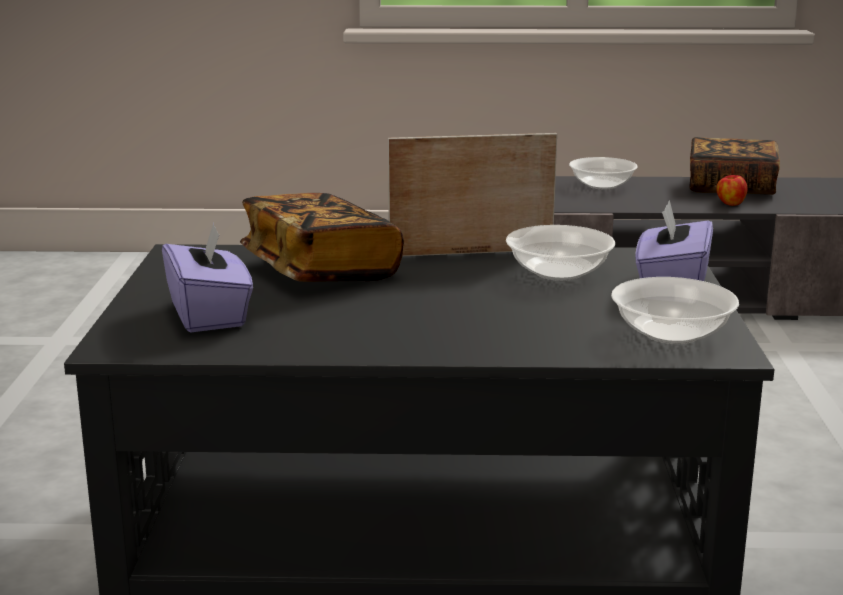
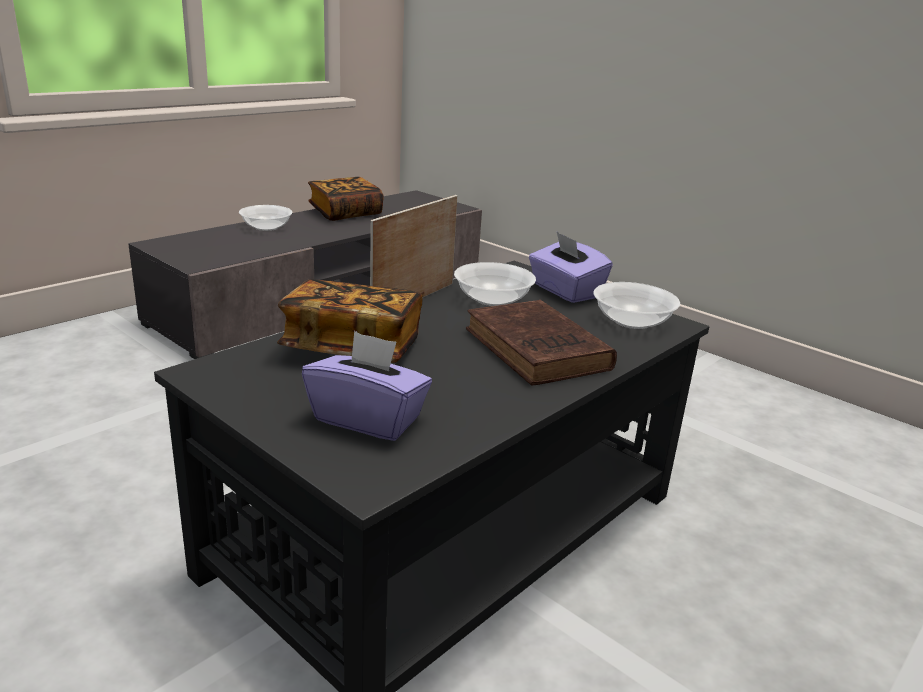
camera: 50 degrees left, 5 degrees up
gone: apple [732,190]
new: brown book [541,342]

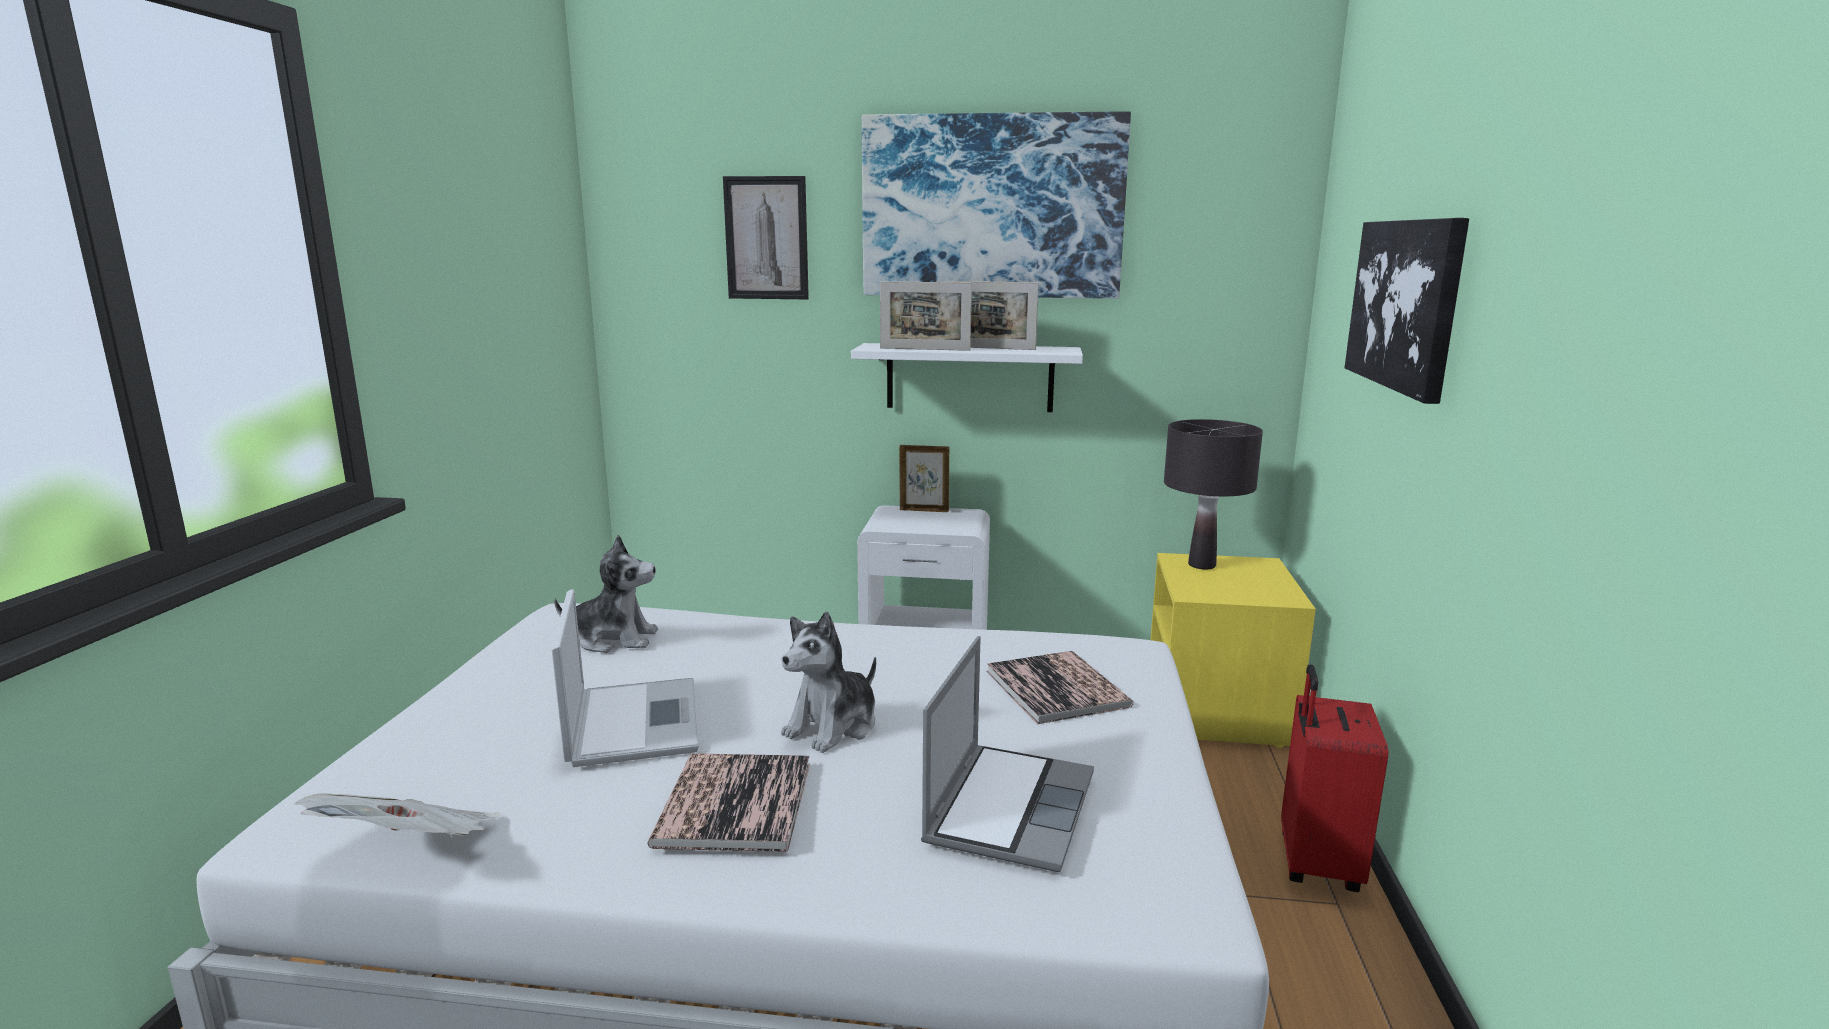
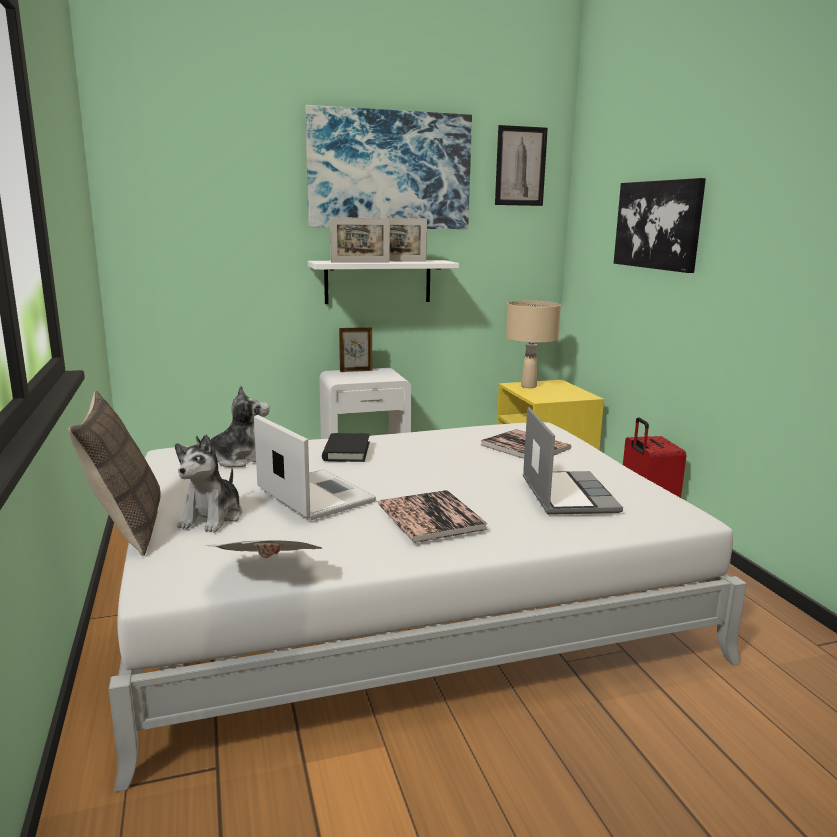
camera: 25 degrees left, 0 degrees up
new: pillow [114,473]; black book [346,447]
shifted: plush toy [828,682] to [208,483]; picture [766,237] to [521,165]
repainted: black table lamp [1213,494] to beige table lamp [533,344]

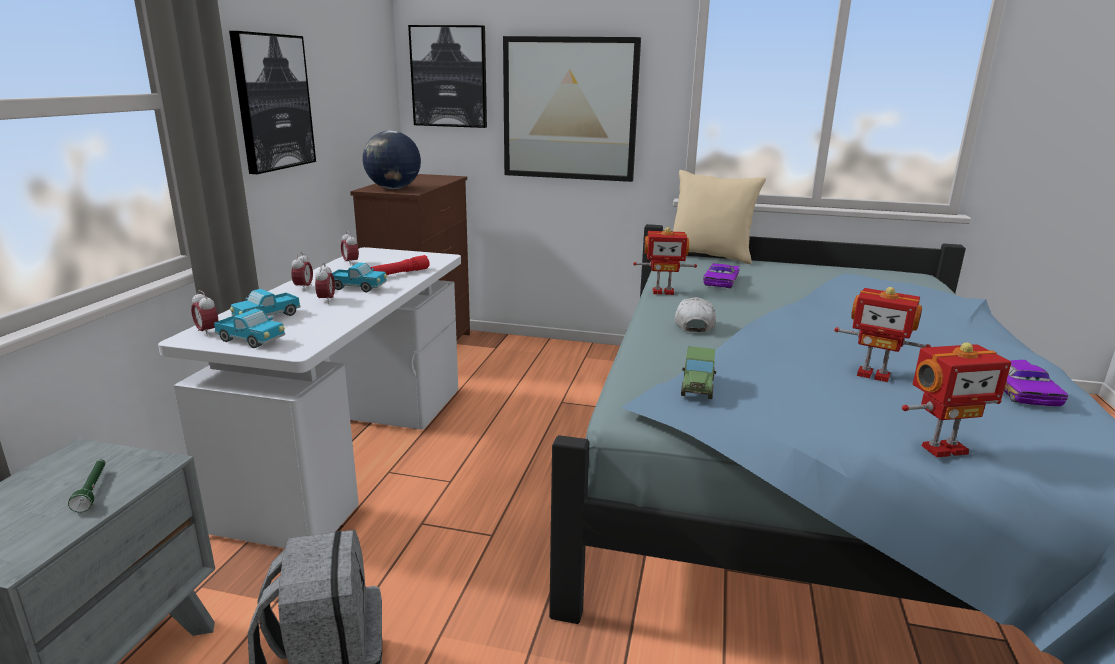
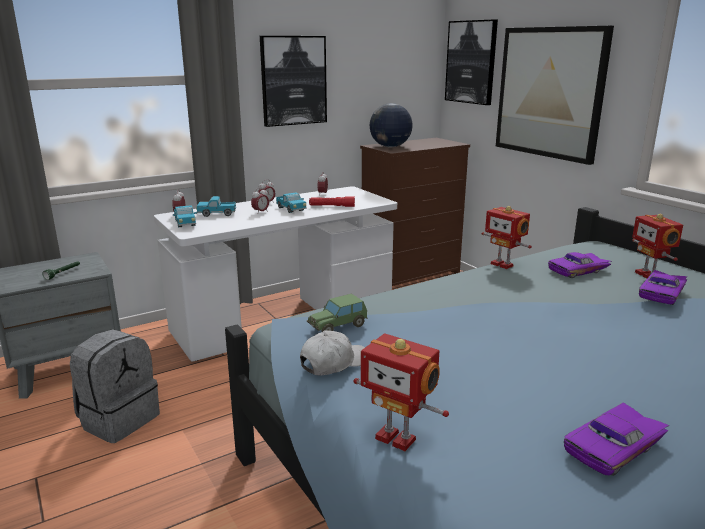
camera: 45 degrees right, 0 degrees up
gone: beige pillow [719,217]
new: purple toy car [663,287]
shifted: white cap [695,314] to [332,353]; toy robot [882,334] to [657,246]

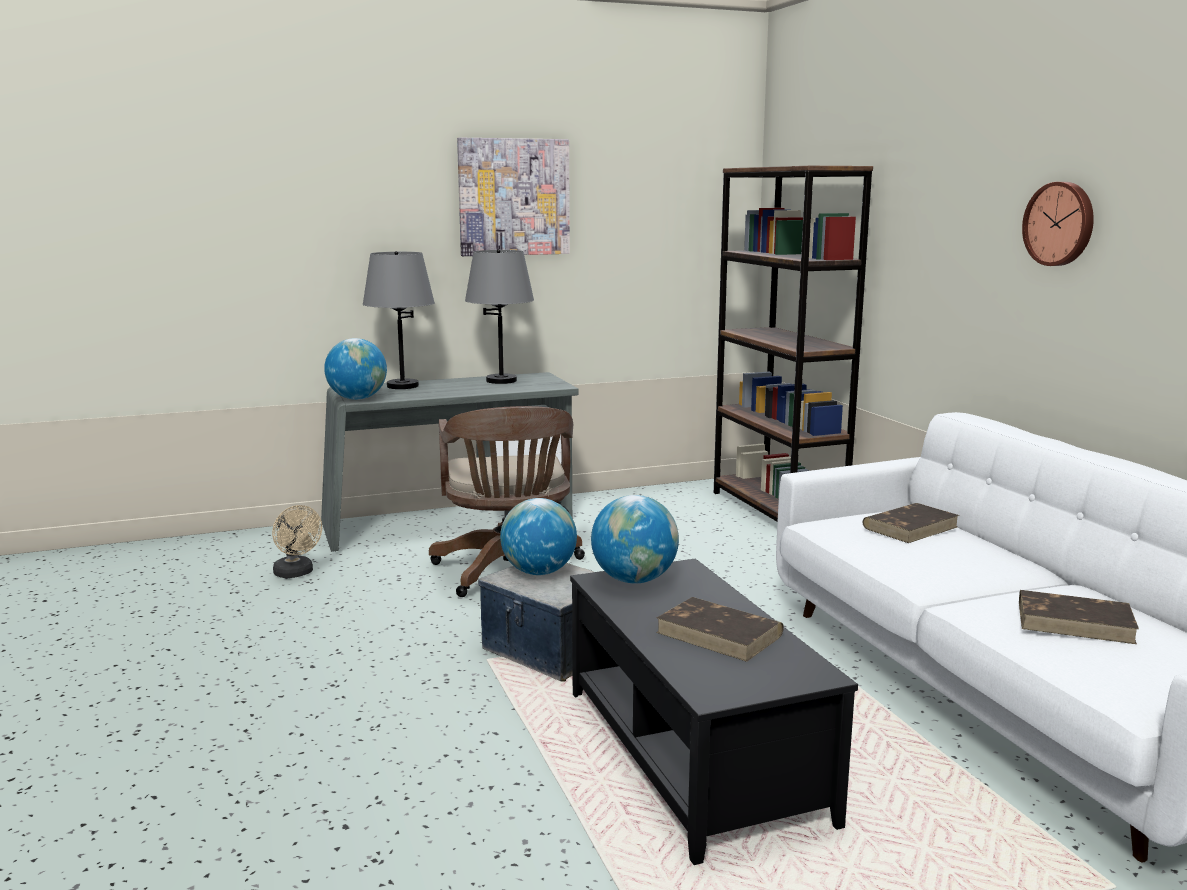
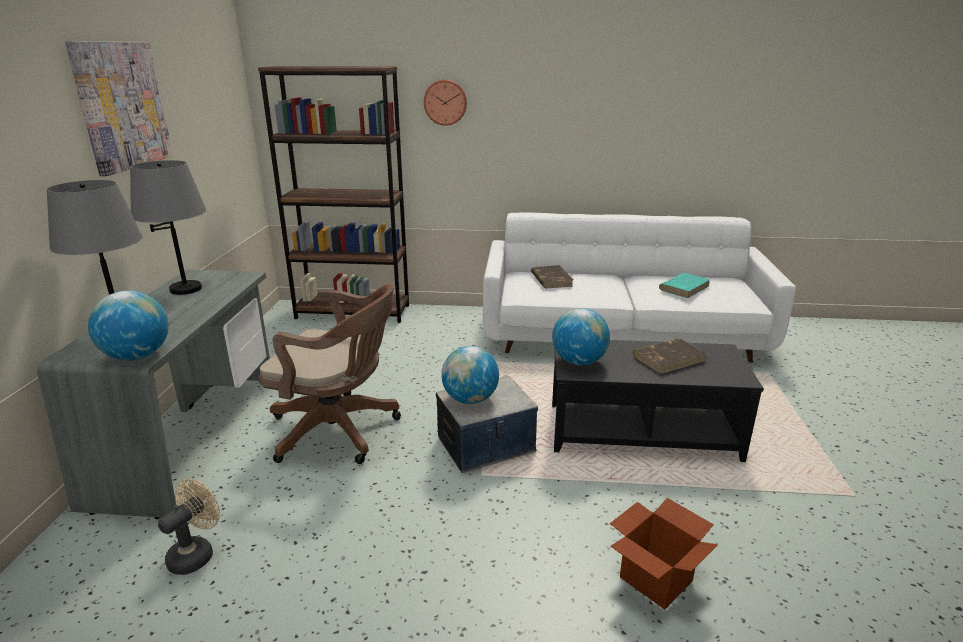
camera: 65 degrees left, 10 degrees up
new: cardboard box [664,554]
shifted: wall clock [1058,224] to [445,103]
repainted: brown book [1079,617] to turquoise book [685,285]
rotated: beige fan [297,541] = [189,527] 45 degrees counterclockwise

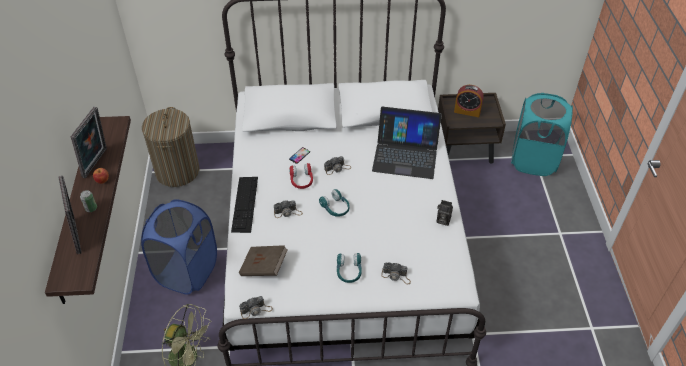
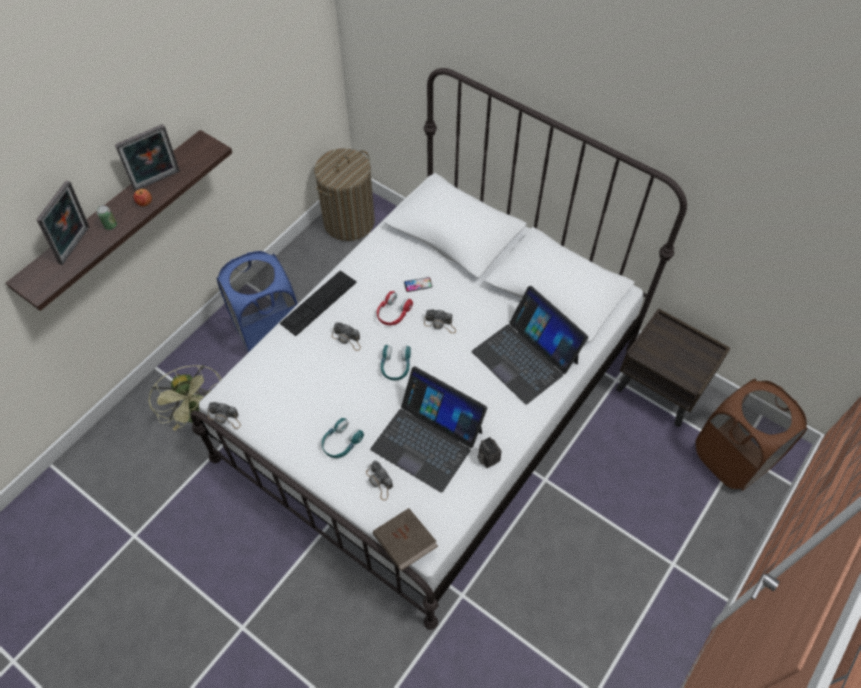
camera: 40 degrees right, 10 degrees up
gone: alarm clock [469,101]
new: laptop [428,429]
shifted: brown book [263,260] to [405,539]
repainted: turquoise laundry basket [542,134] to brown laundry basket [751,435]

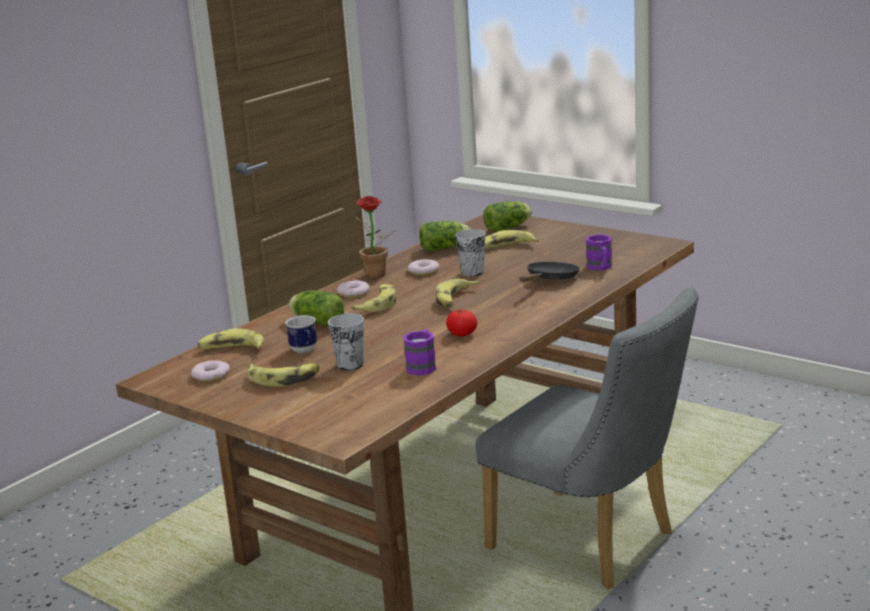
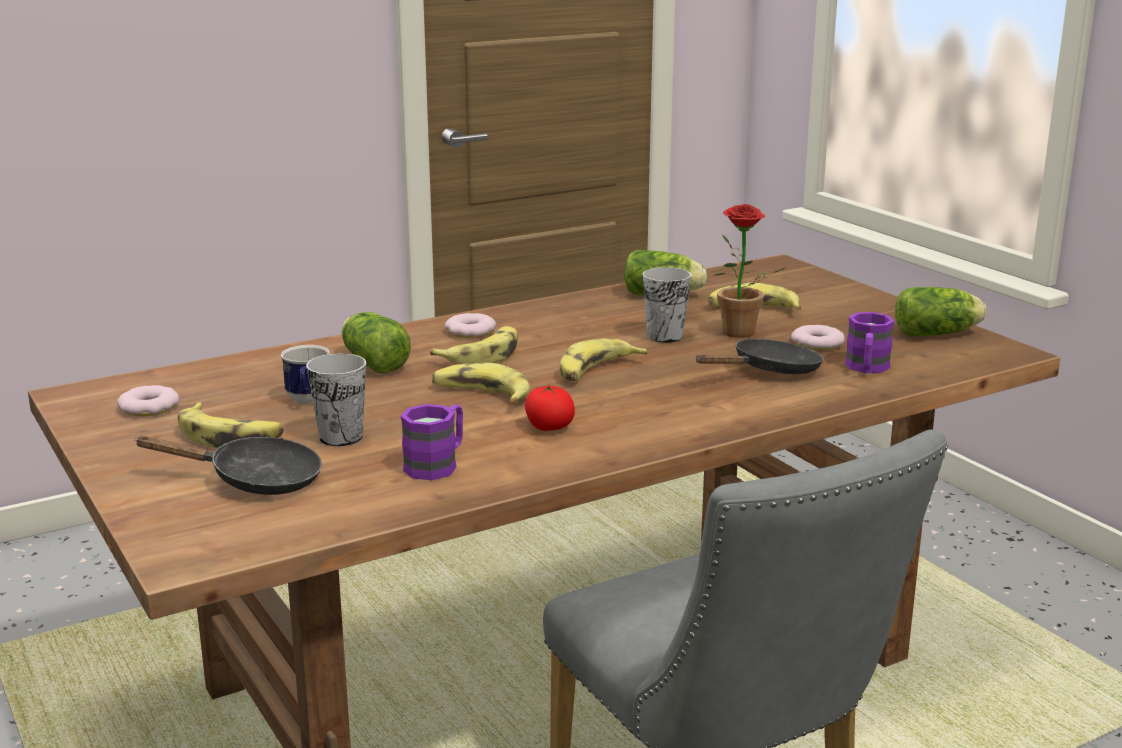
camera: 20 degrees right, 0 degrees up
new: black frying pan [228,465]
shifted: banana [230,338] to [481,383]; potted plant [376,237] to [750,271]; donut [423,267] to [818,338]; lettuce [507,216] to [940,311]

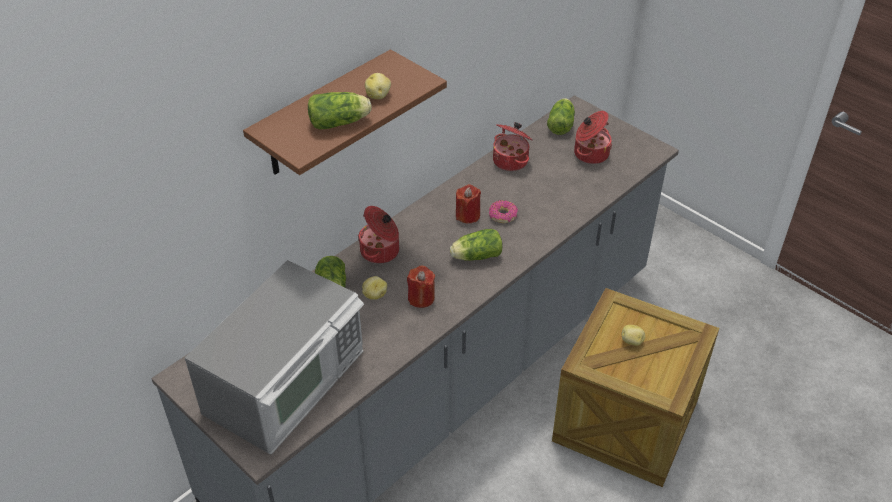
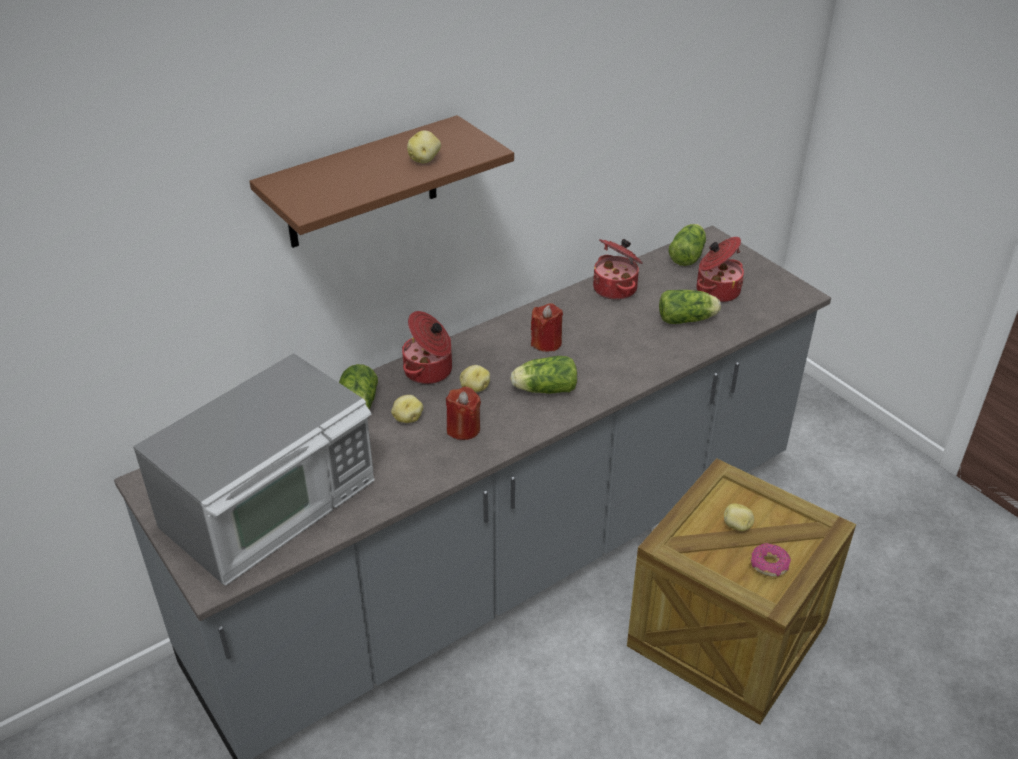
camera: 10 degrees right, 5 degrees down
new: potato [475,378]
shifted: lettuce [339,110] to [690,307]; donut [503,211] to [771,560]

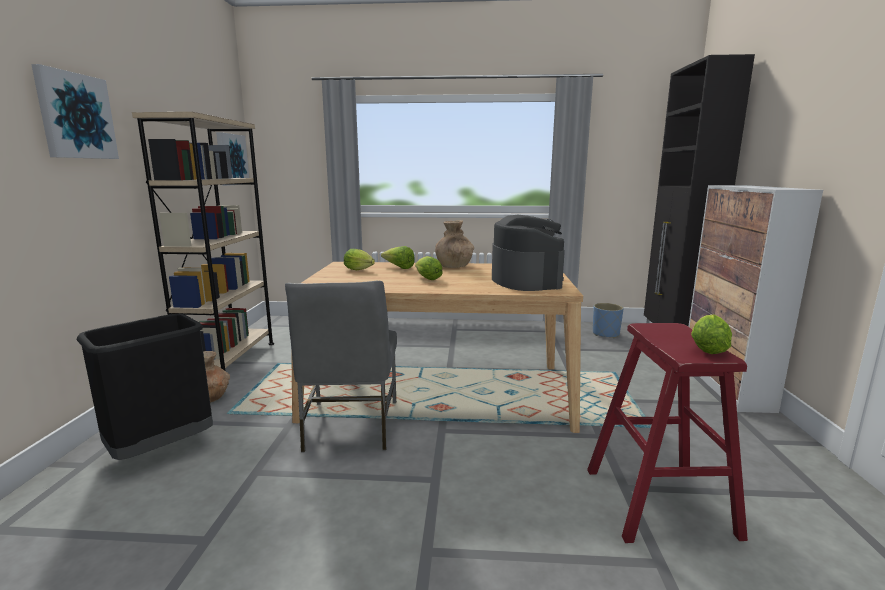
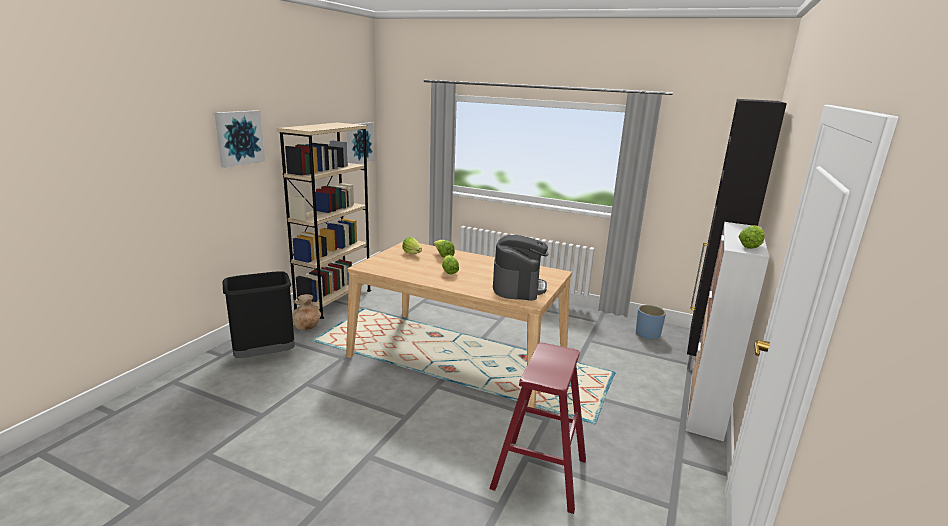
camera: 20 degrees right, 5 degrees up
gone: grey chair [341,366]; brown vase [454,244]
shifted: lettuce [711,334] to [751,237]

